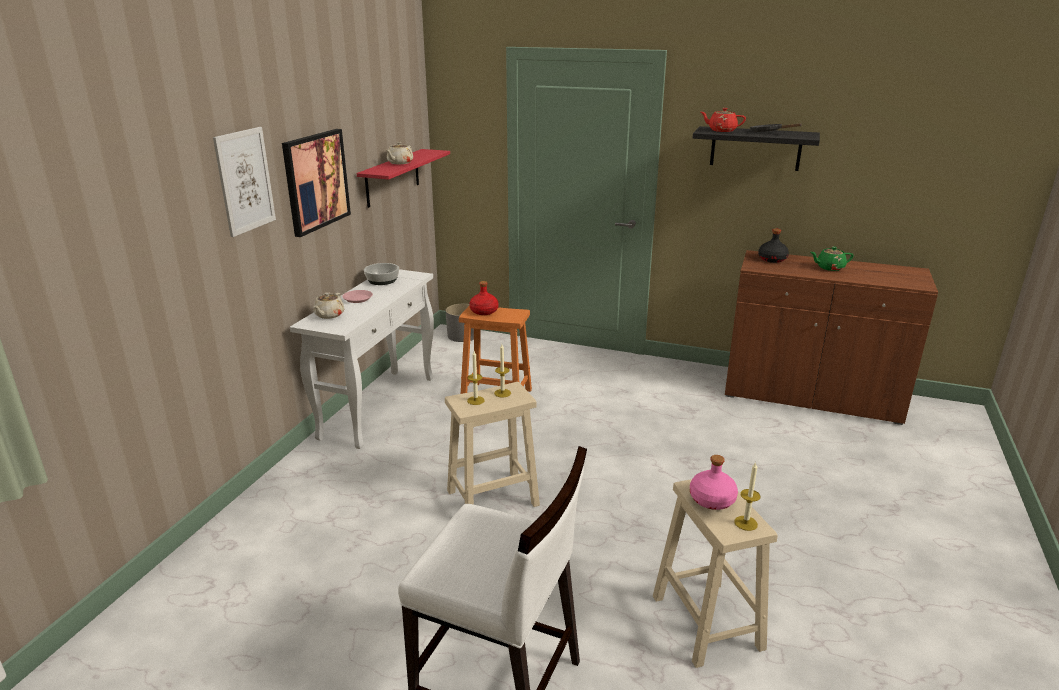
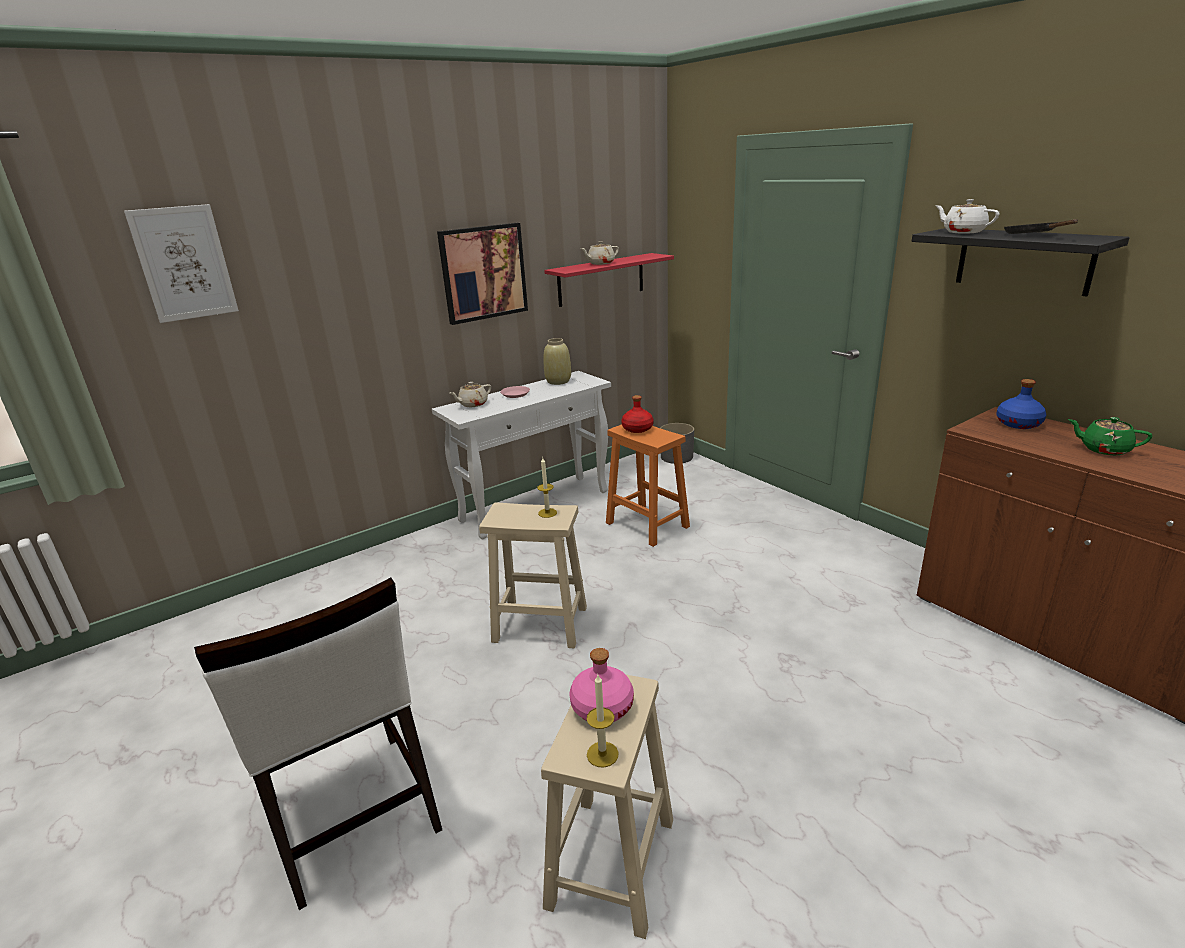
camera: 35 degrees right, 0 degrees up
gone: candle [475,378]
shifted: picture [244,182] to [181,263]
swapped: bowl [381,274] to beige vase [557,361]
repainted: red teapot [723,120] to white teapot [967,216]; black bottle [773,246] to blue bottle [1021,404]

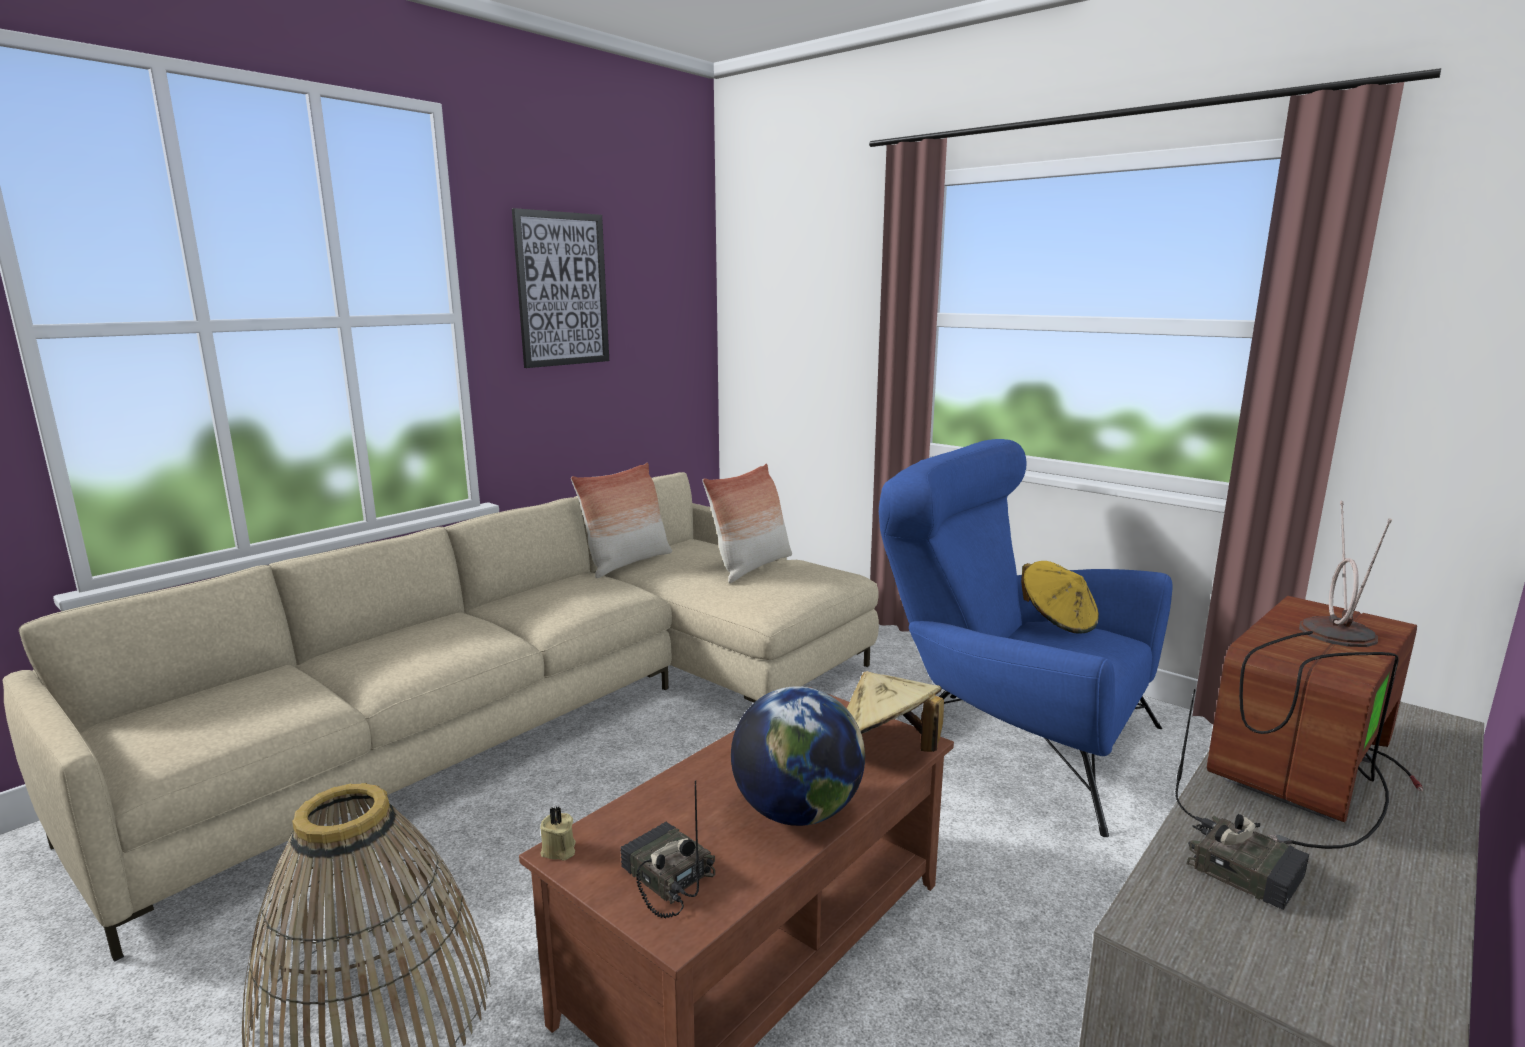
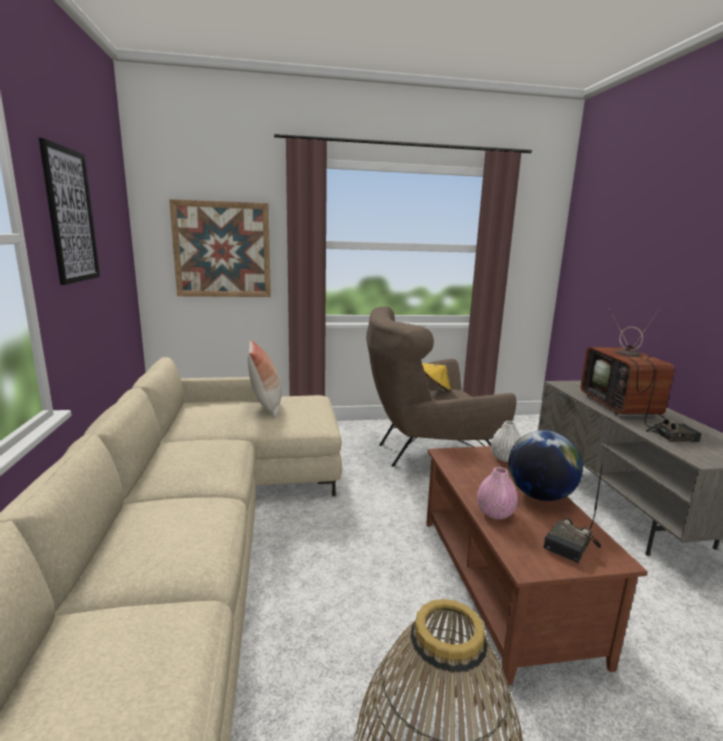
camera: 50 degrees left, 0 degrees up
gone: beige candle [558,833]; pillow [621,520]
new: picture [220,248]; pink vase [497,493]
swapped: beige hat [895,711] to white vase [506,441]
repainted: blue armchair [1025,638] to brown armchair [441,386]
rotated: radio [668,849] = [573,513] 45 degrees counterclockwise

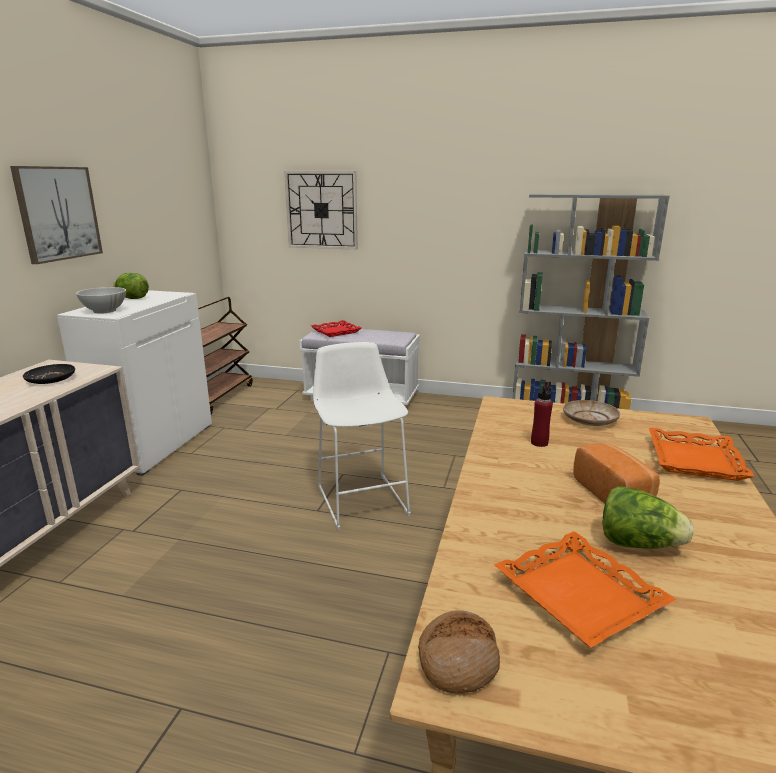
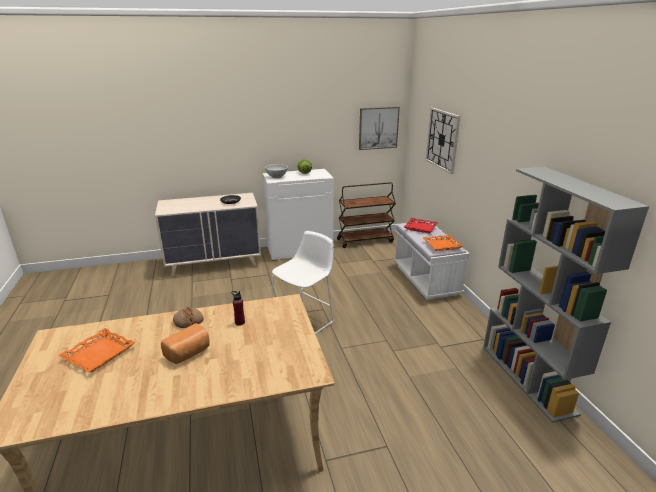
camera: 60 degrees right, 5 degrees up
gone: beige plate [591,413]; lettuce [648,517]
shifted: bread [459,651] to [188,317]; picture [56,215] to [379,128]; orange tray [702,454] to [443,243]

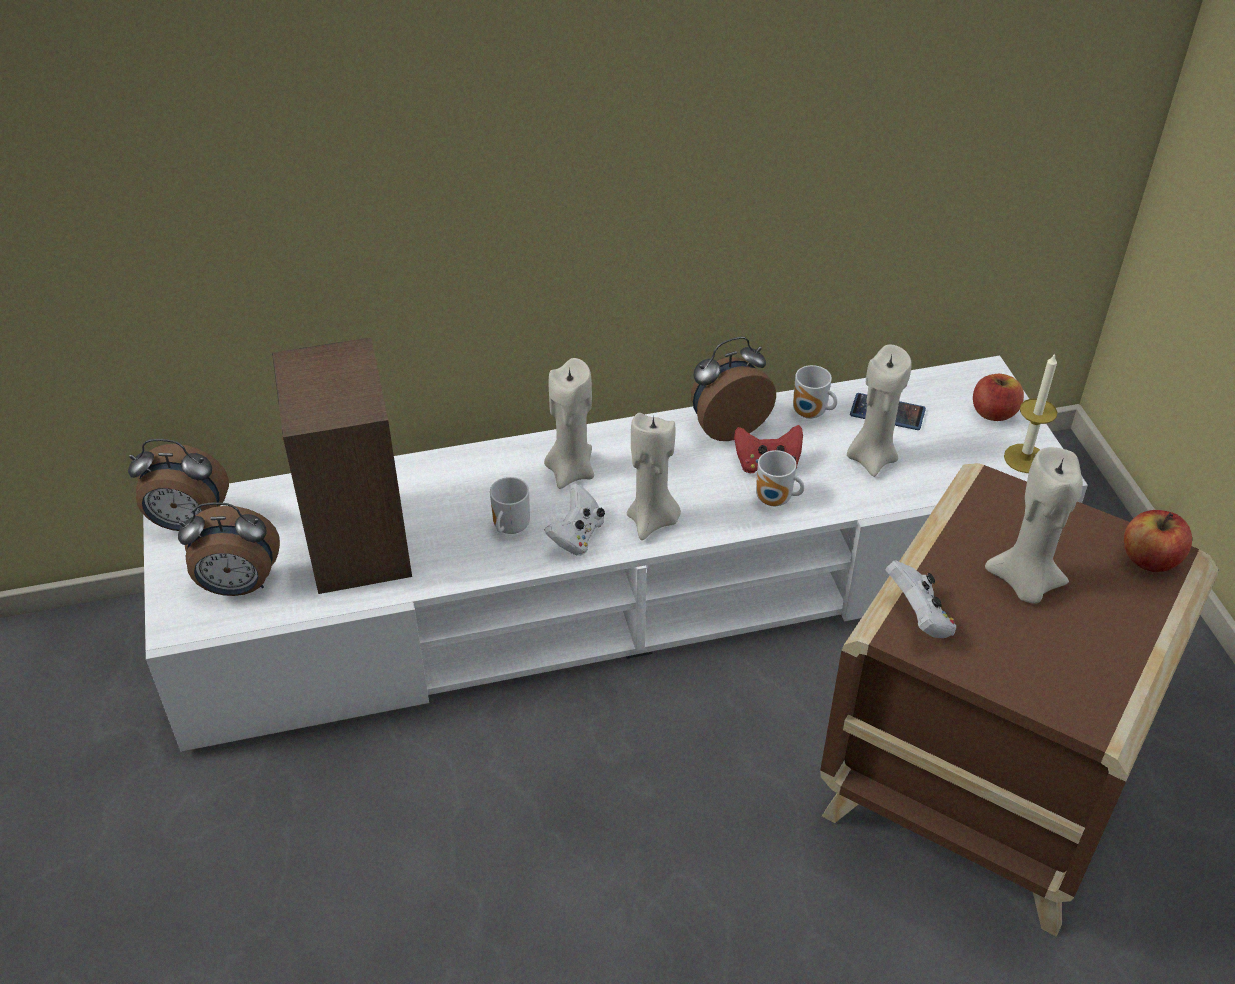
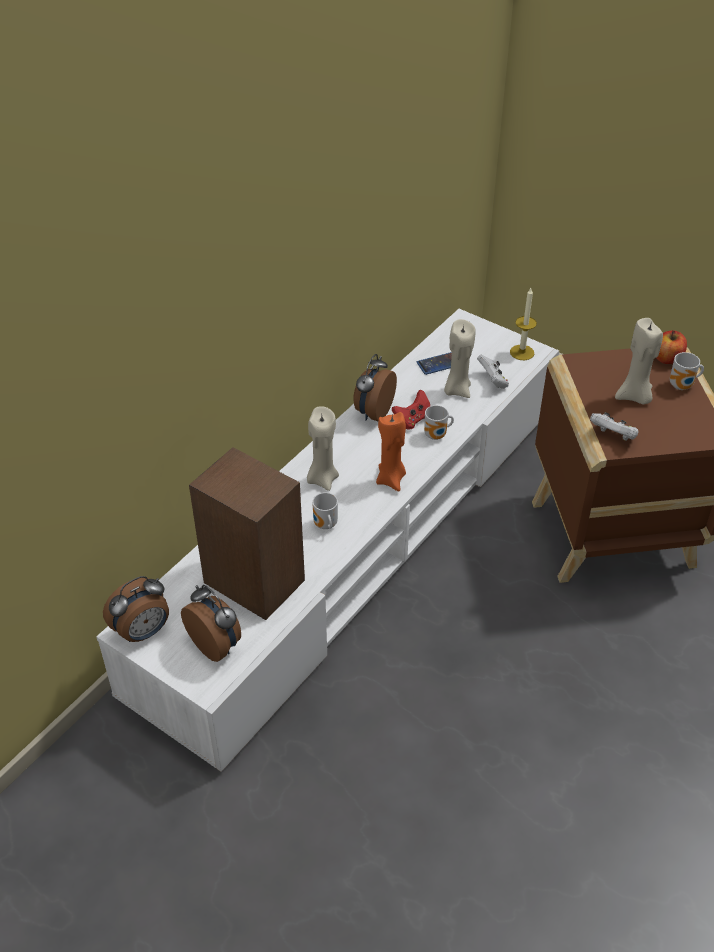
camera: 40 degrees left, 0 degrees up
gone: apple [998,397]
shifted: white game controller [575,519] to [493,372]; mug [815,392] to [687,371]
repainted: beige candle [654,476] to orange candle [391,452]
rotated: alarm clock [229,549] = [211,623] 90 degrees counterclockwise

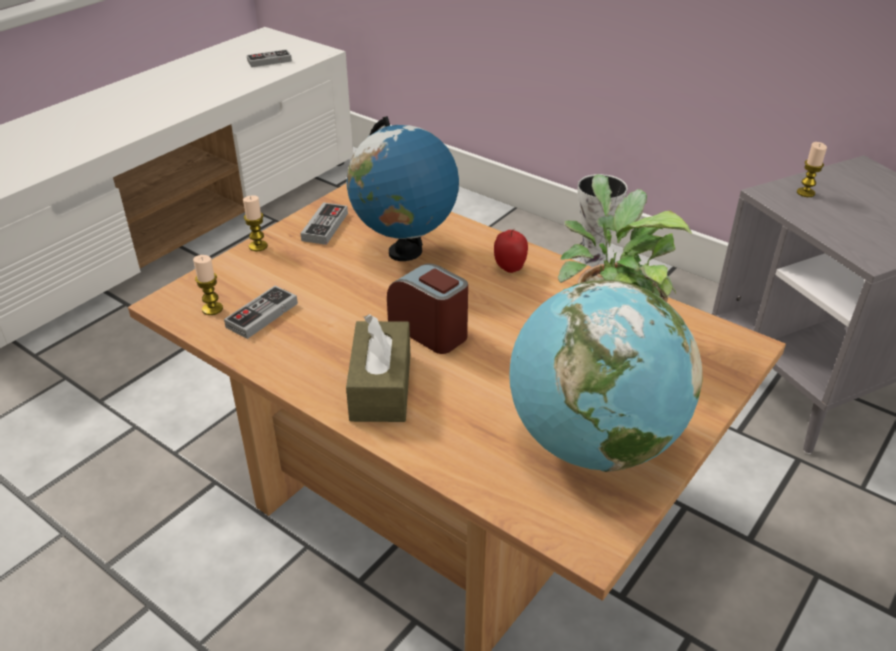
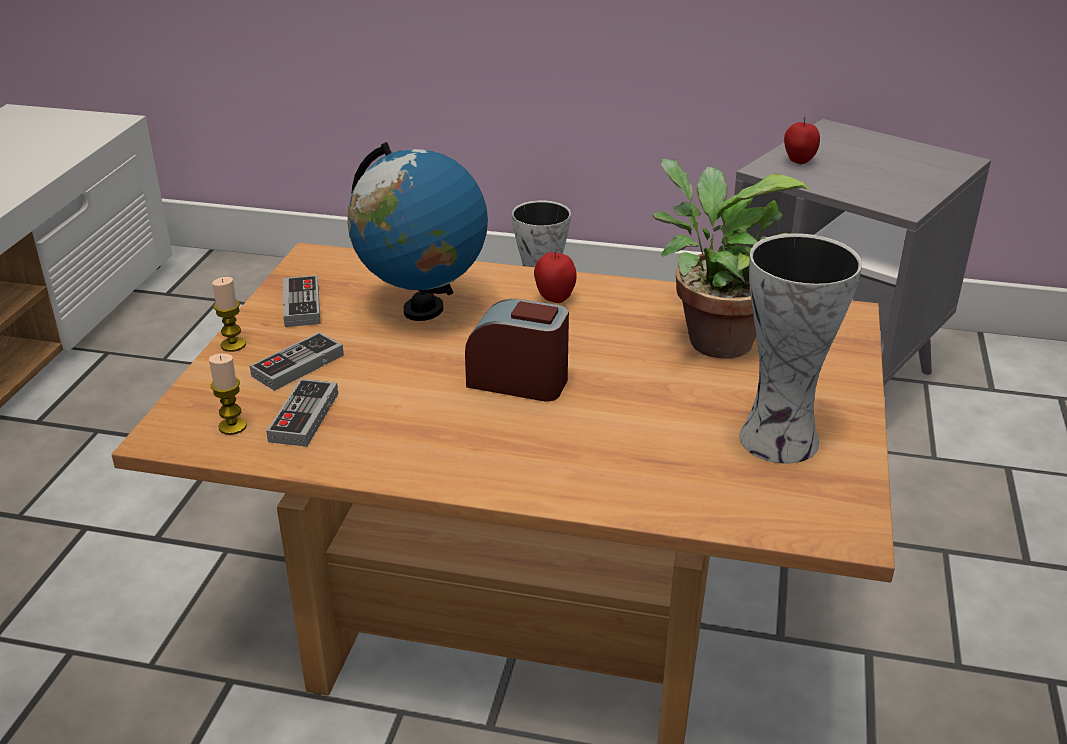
camera: 25 degrees left, 5 degrees down
gone: brown tissue box [378,368]
shifted: game controller [269,58] to [297,361]
swapped: globe [606,376] to vase [800,348]; candle [812,169] to apple [802,140]

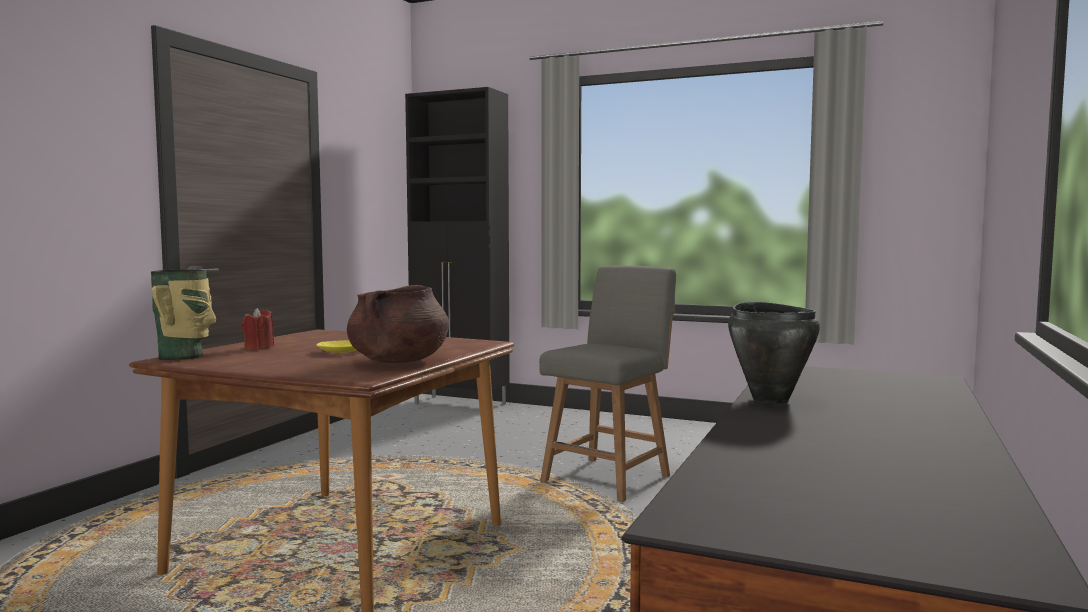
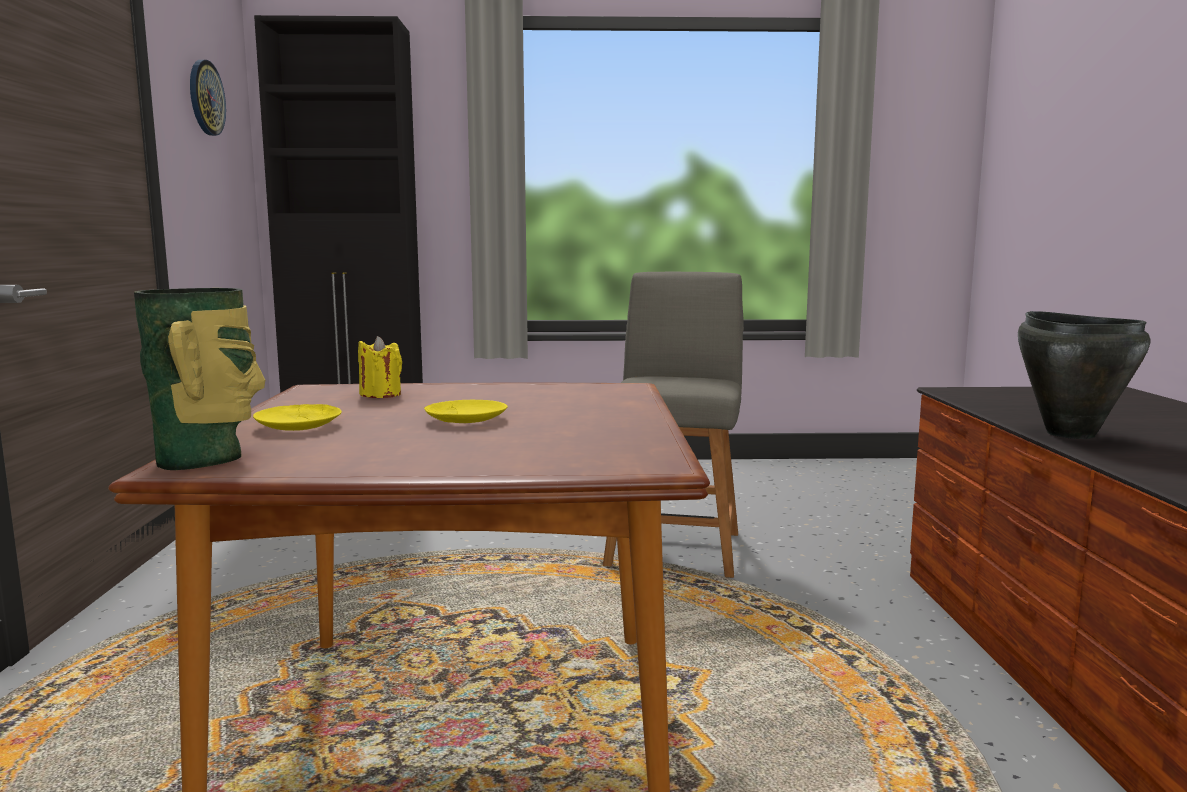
camera: 25 degrees left, 5 degrees up
gone: brown cooking pot [398,324]
new: wall clock [208,98]; yellow candle [380,367]
swapped: red candle [257,328] to yellow plate [297,417]

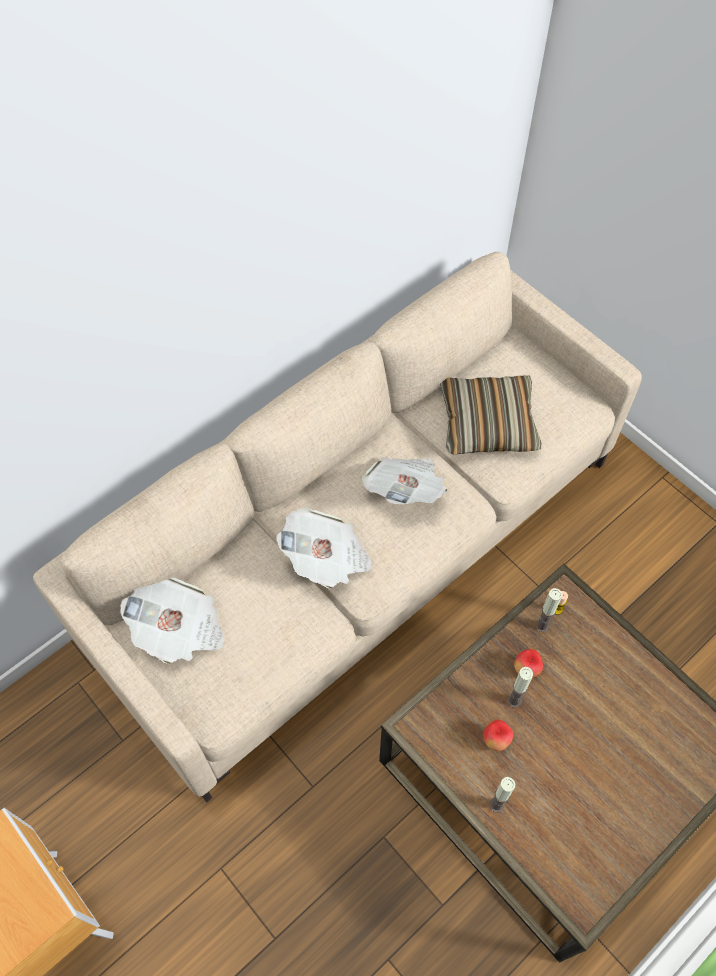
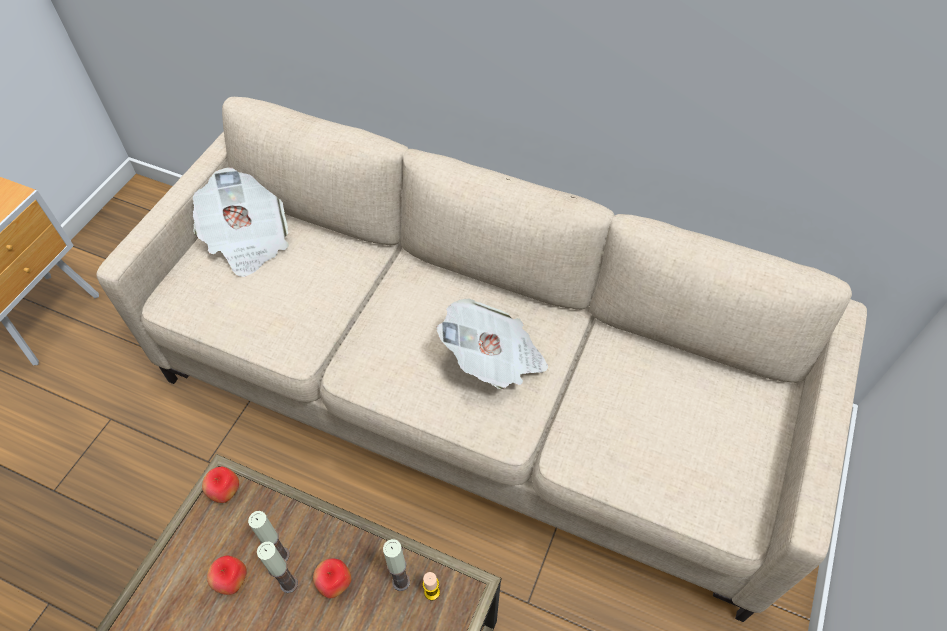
camera: 65 degrees right, 5 degrees down
gone: newspaper [324,547]; pillow [490,414]
new: apple [220,485]
shifted: candle [502,794] to [269,536]

